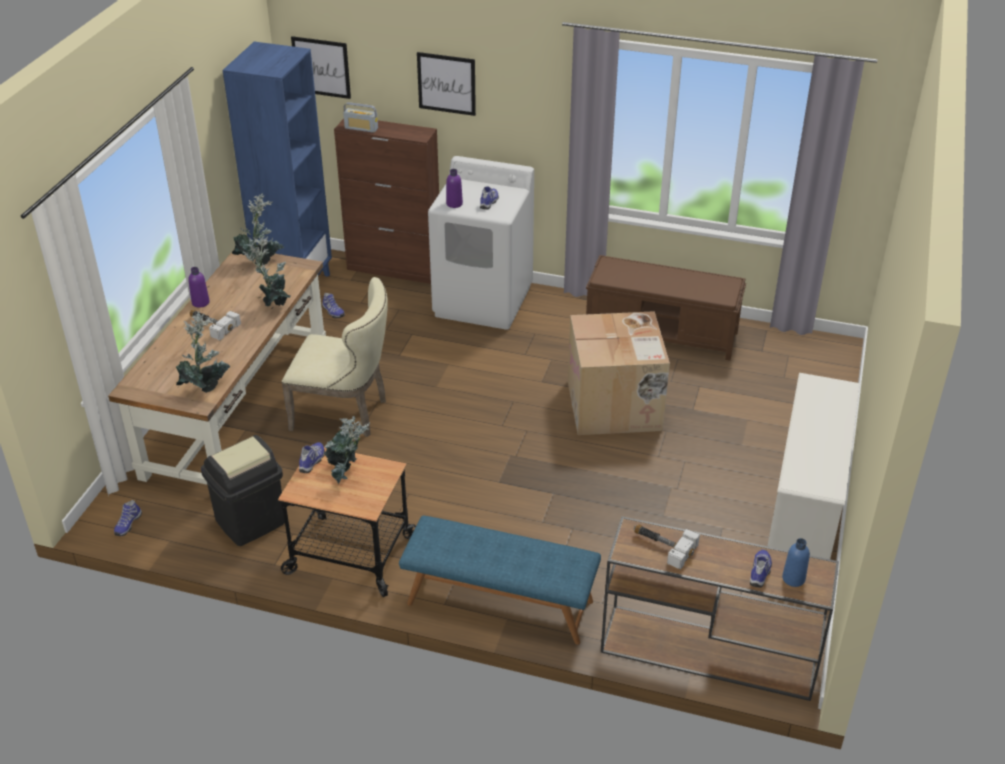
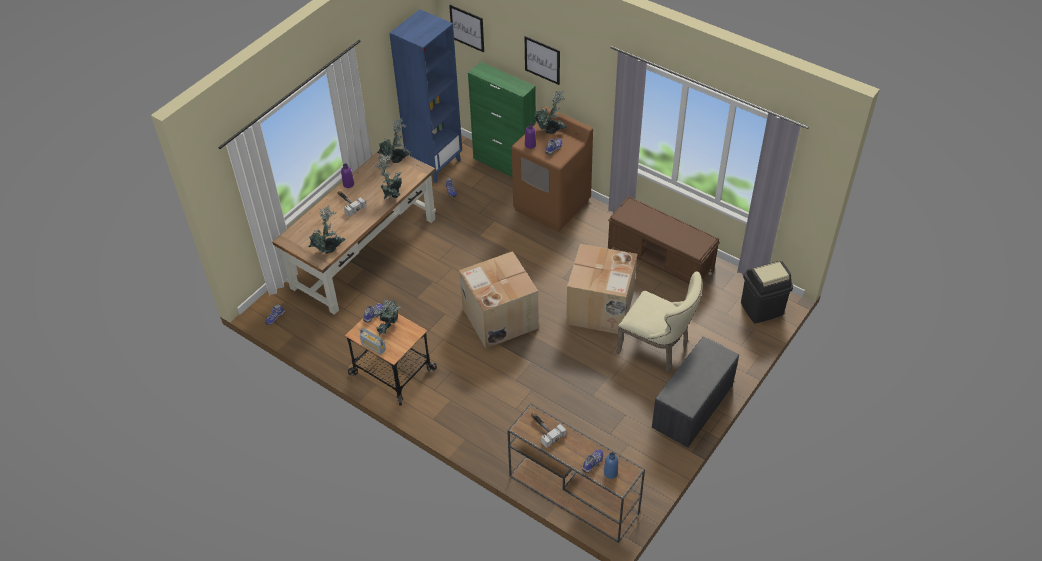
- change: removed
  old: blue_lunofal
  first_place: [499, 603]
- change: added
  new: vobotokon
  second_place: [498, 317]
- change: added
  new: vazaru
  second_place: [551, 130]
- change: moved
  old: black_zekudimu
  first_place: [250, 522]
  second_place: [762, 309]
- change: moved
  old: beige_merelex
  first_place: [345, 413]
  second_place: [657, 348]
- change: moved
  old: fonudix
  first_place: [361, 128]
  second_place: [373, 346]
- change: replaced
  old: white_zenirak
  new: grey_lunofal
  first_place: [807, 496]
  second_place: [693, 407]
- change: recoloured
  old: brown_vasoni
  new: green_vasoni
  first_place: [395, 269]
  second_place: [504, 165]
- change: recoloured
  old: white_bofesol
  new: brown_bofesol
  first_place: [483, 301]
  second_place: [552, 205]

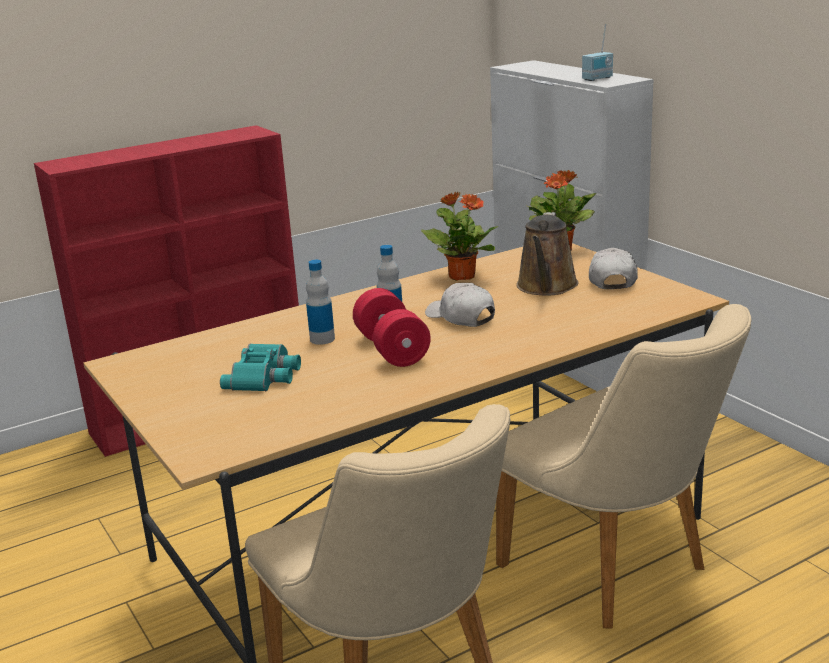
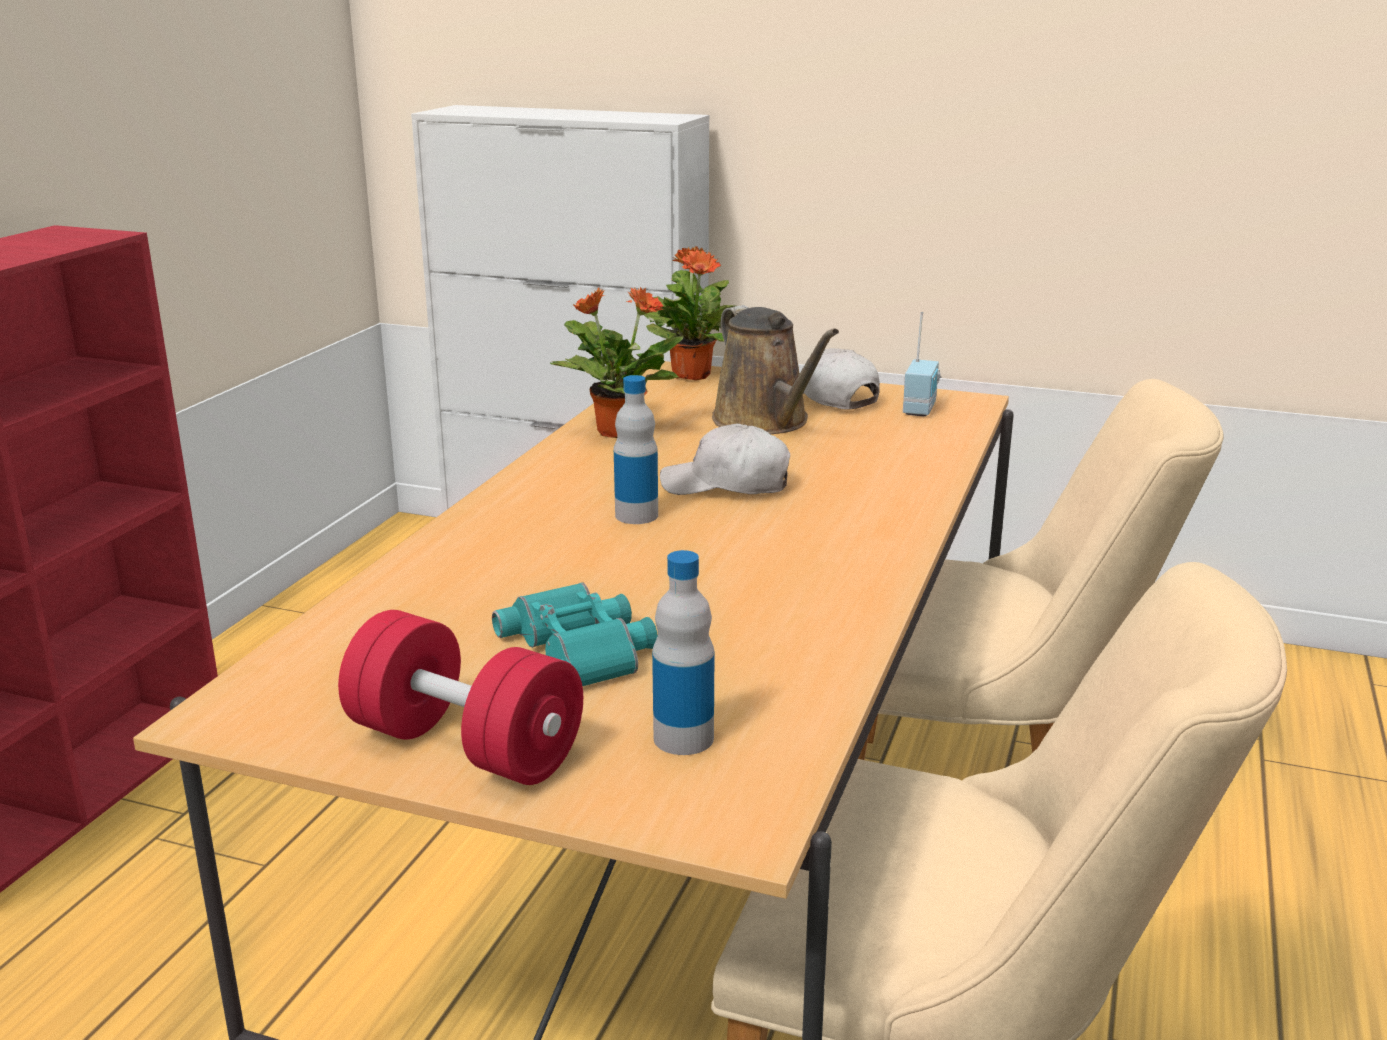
- change: moved
  old: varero
  first_place: [322, 339]
  second_place: [683, 738]
- change: moved
  old: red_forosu
  first_place: [392, 349]
  second_place: [464, 746]
- change: moved
  old: fonudix
  first_place: [598, 79]
  second_place: [921, 409]

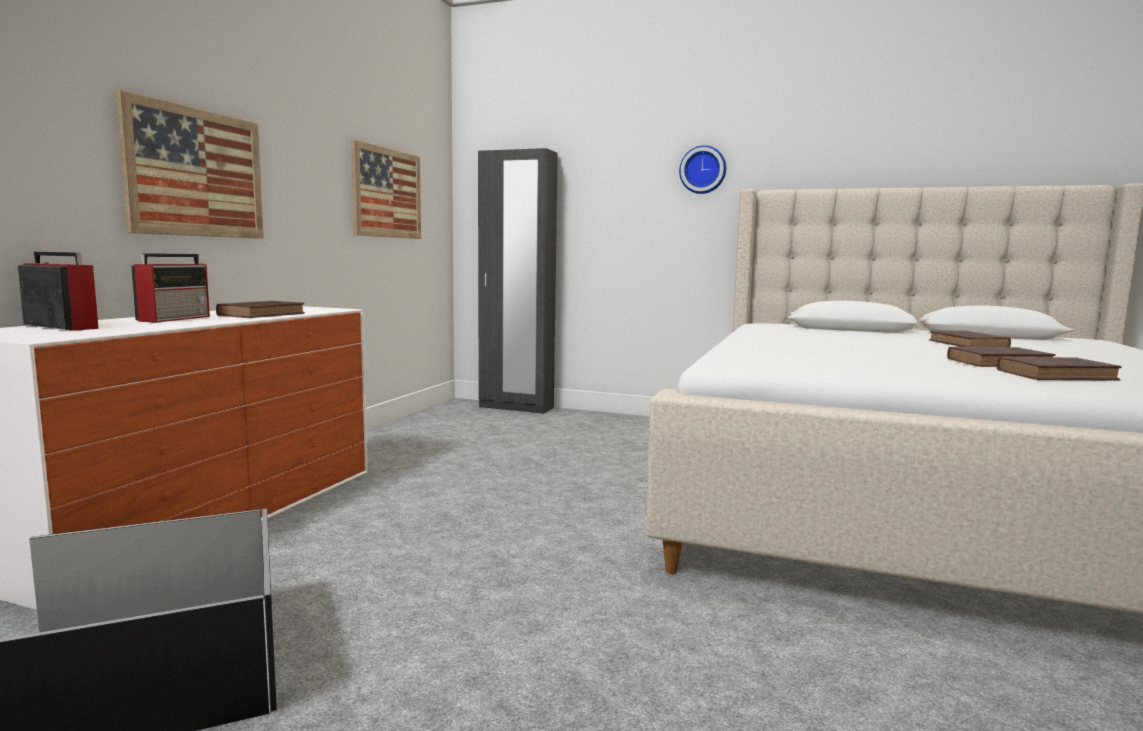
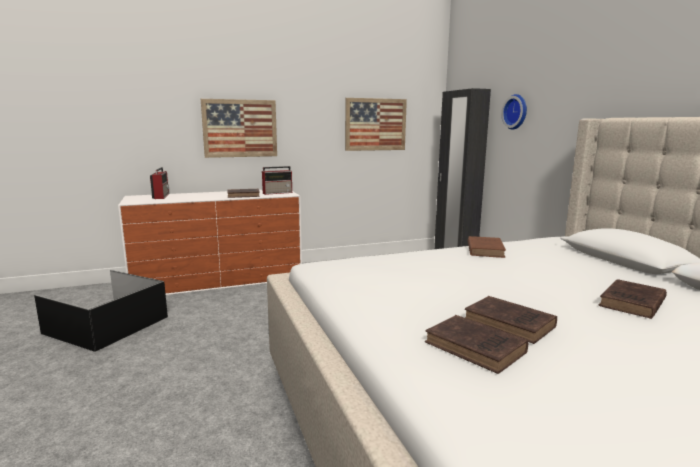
- change: added
  new: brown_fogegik
  second_place: [485, 249]
- change: moved
  old: fonudix
  first_place: [176, 318]
  second_place: [278, 193]
- change: moved
  old: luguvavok
  first_place: [703, 170]
  second_place: [516, 112]

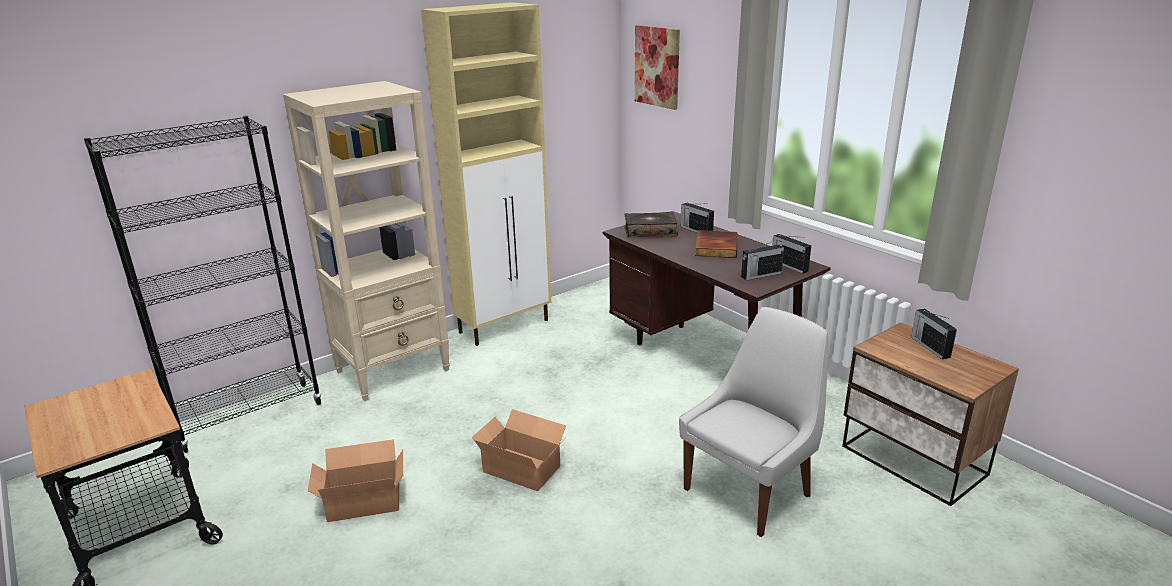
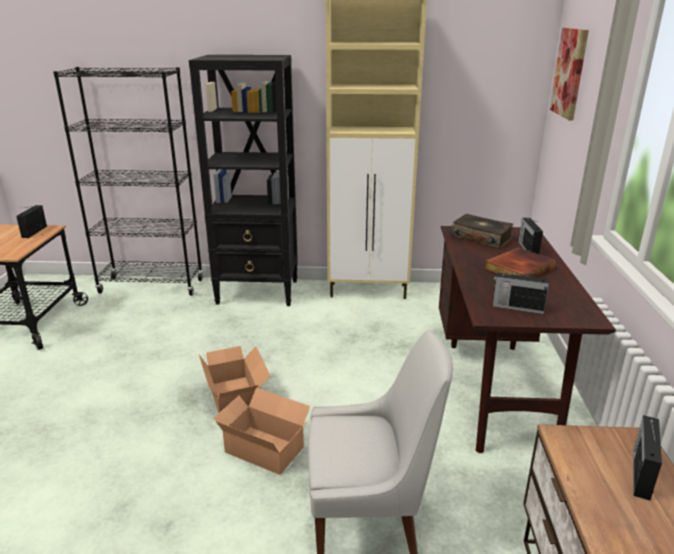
- change: moved
  old: vobotokon
  first_place: [362, 499]
  second_place: [264, 447]
- change: moved
  old: fonudix
  first_place: [788, 265]
  second_place: [35, 231]
- change: recoloured
  old: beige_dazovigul
  new: black_dazovigul
  first_place: [394, 370]
  second_place: [258, 292]

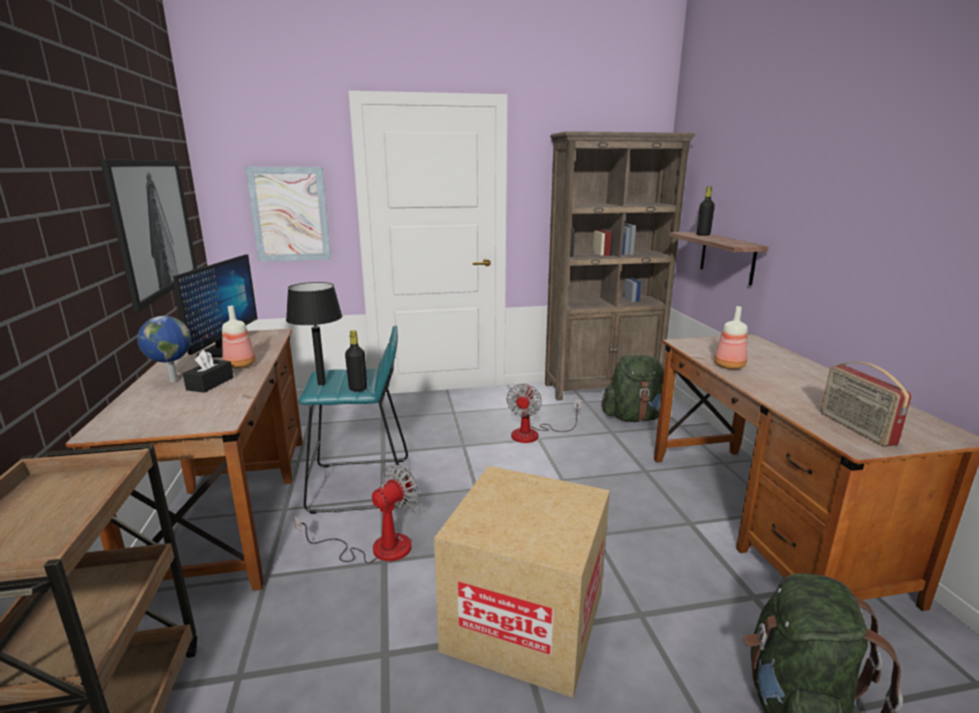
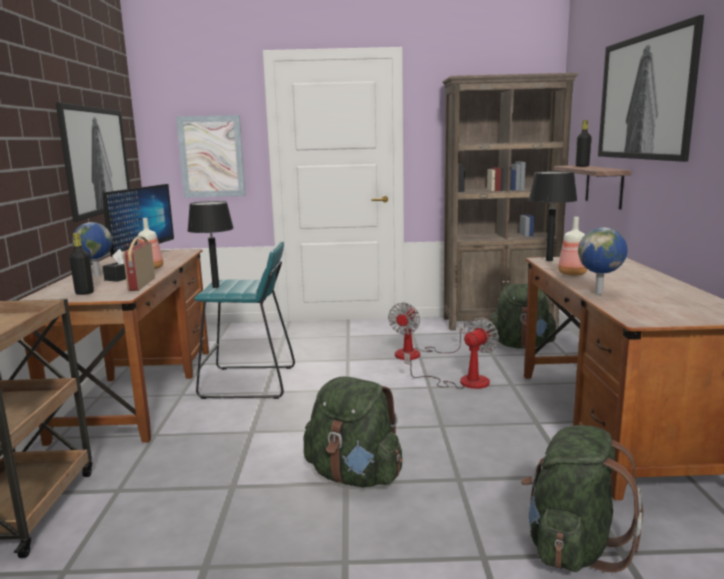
- change: added
  new: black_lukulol
  second_place: [549, 260]
- change: added
  new: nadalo
  second_place: [600, 293]
- change: added
  new: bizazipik
  second_place: [646, 97]
- change: moved
  old: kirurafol
  first_place: [377, 548]
  second_place: [463, 382]
- change: moved
  old: black_varero
  first_place: [358, 389]
  second_place: [84, 293]
- change: moved
  old: fonudix
  first_place: [855, 429]
  second_place: [141, 284]
- change: replaced
  old: vobotokon
  new: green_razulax
  first_place: [524, 621]
  second_place: [354, 476]

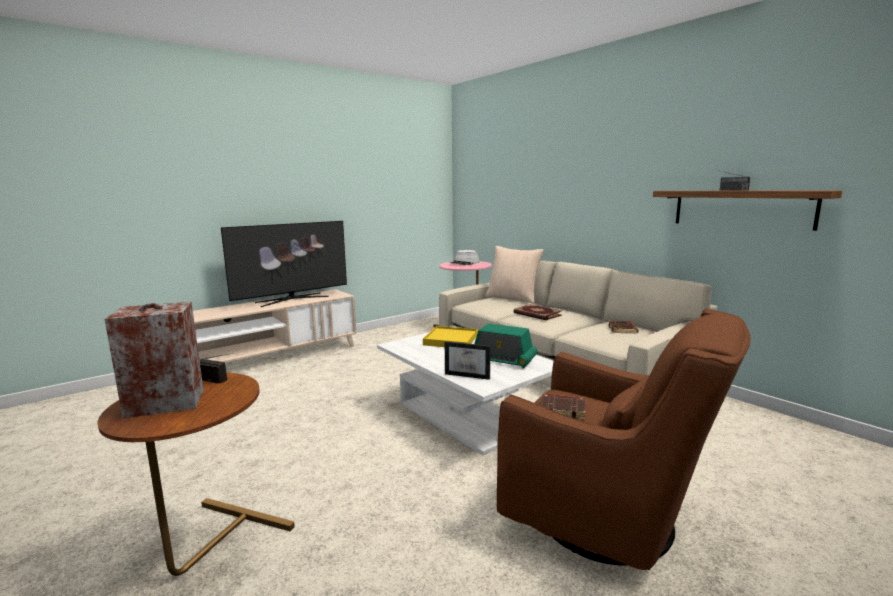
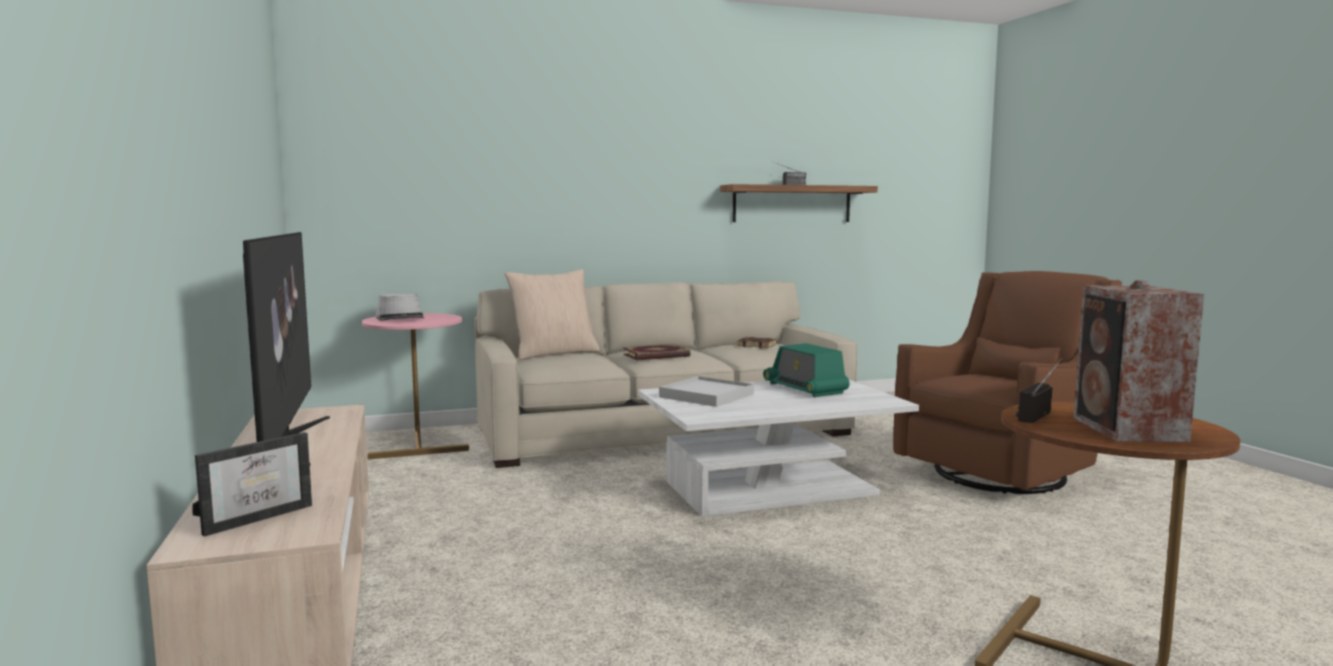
- change: removed
  old: brown_fogegik
  first_place: [563, 410]
- change: moved
  old: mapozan
  first_place: [469, 375]
  second_place: [256, 517]
- change: recoloured
  old: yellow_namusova
  new: white_namusova
  first_place: [451, 340]
  second_place: [707, 395]
- change: turned
  old: fonudix
  first_place: [501, 359]
  second_place: [805, 388]
  degrees: 105

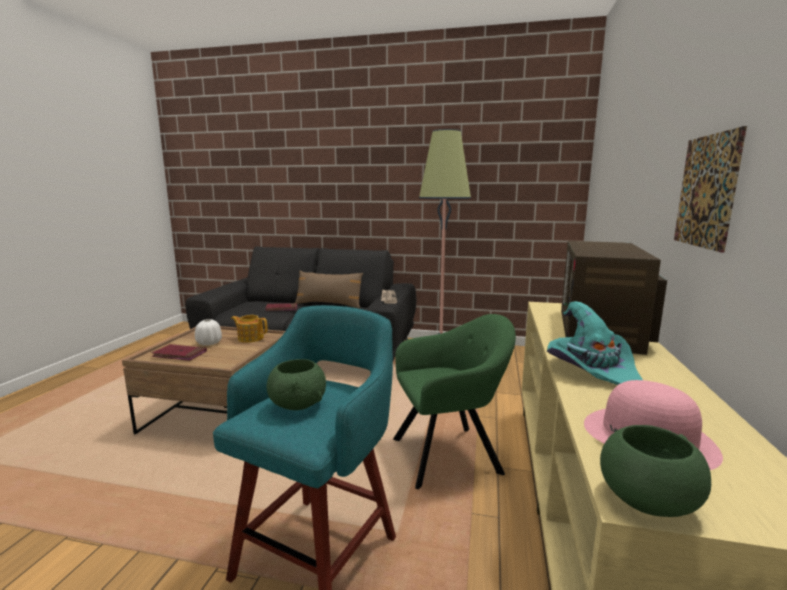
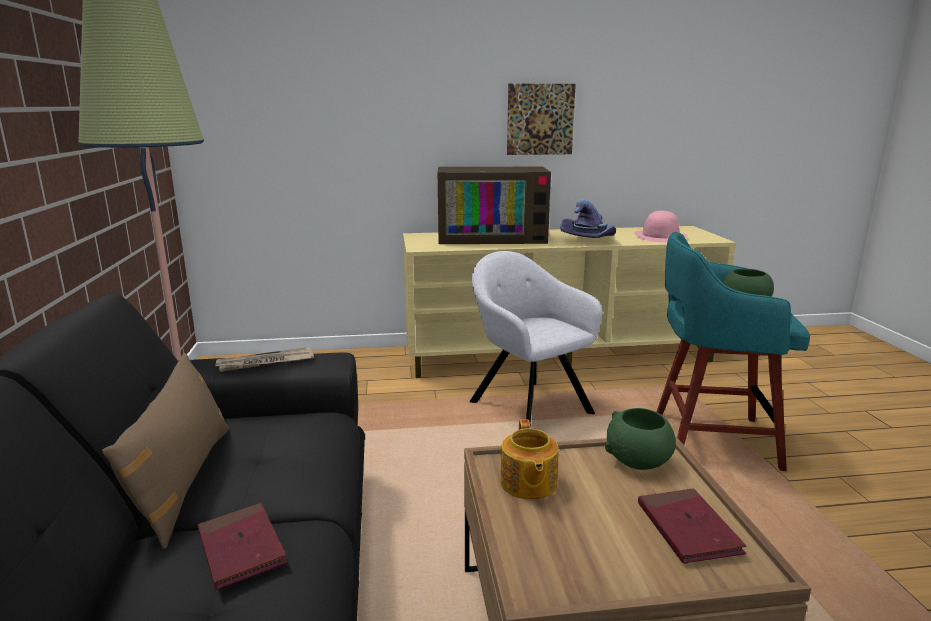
- change: removed
  old: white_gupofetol
  first_place: [209, 343]
- change: moved
  old: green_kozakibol
  first_place: [646, 501]
  second_place: [638, 462]
- change: recoloured
  old: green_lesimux
  new: grey_lesimux
  first_place: [450, 455]
  second_place: [527, 405]
- change: recoloured
  old: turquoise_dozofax
  new: purple_dozofax
  first_place: [592, 370]
  second_place: [588, 240]

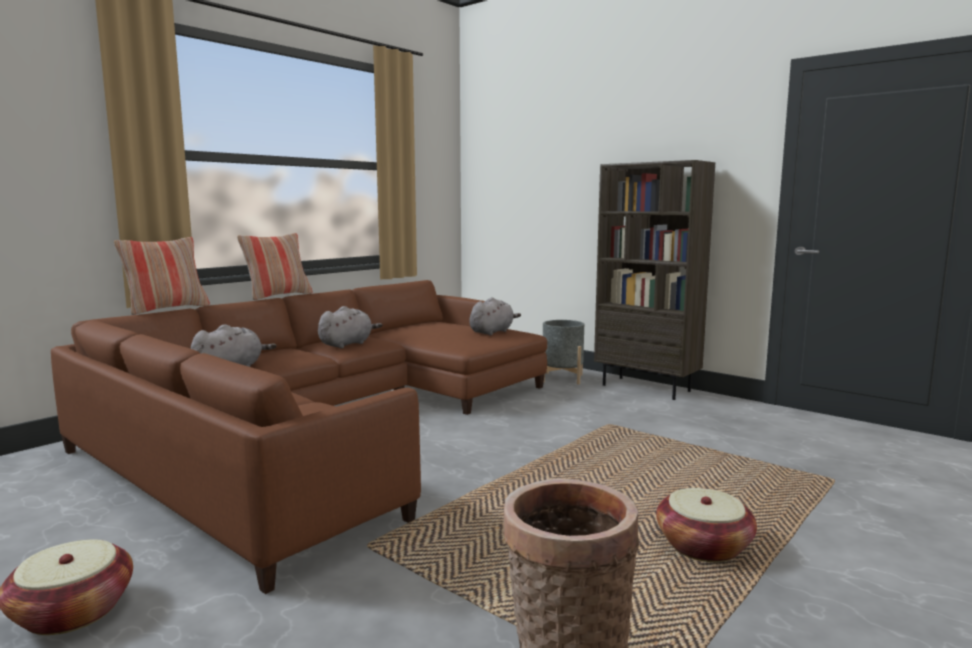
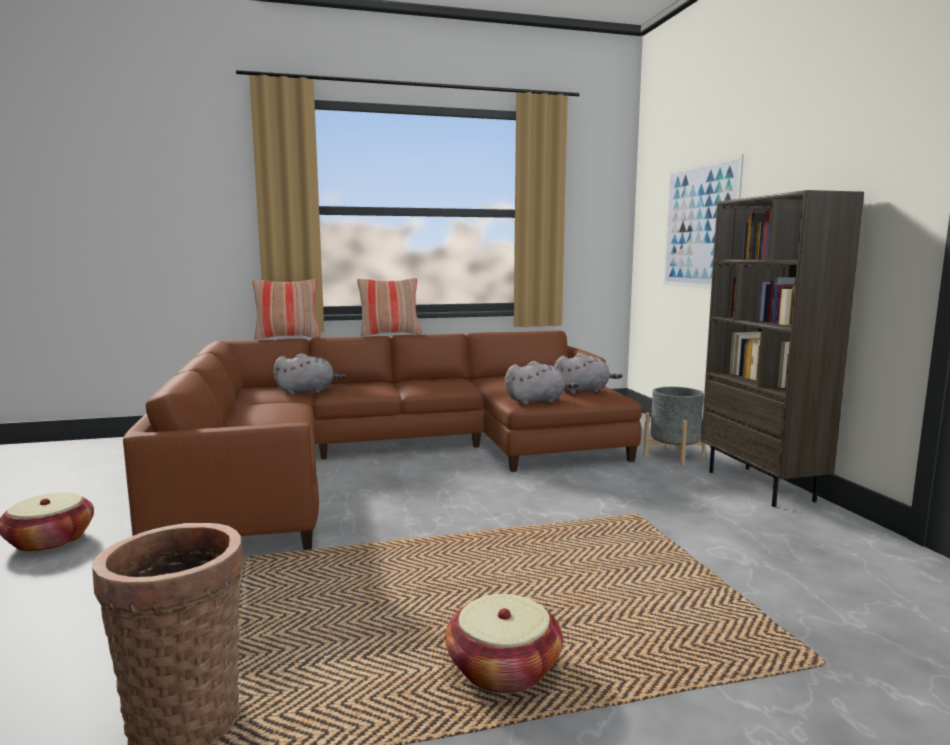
- change: added
  new: bizazipik
  second_place: [700, 226]
- change: moved
  old: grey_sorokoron
  first_place: [347, 344]
  second_place: [537, 401]

